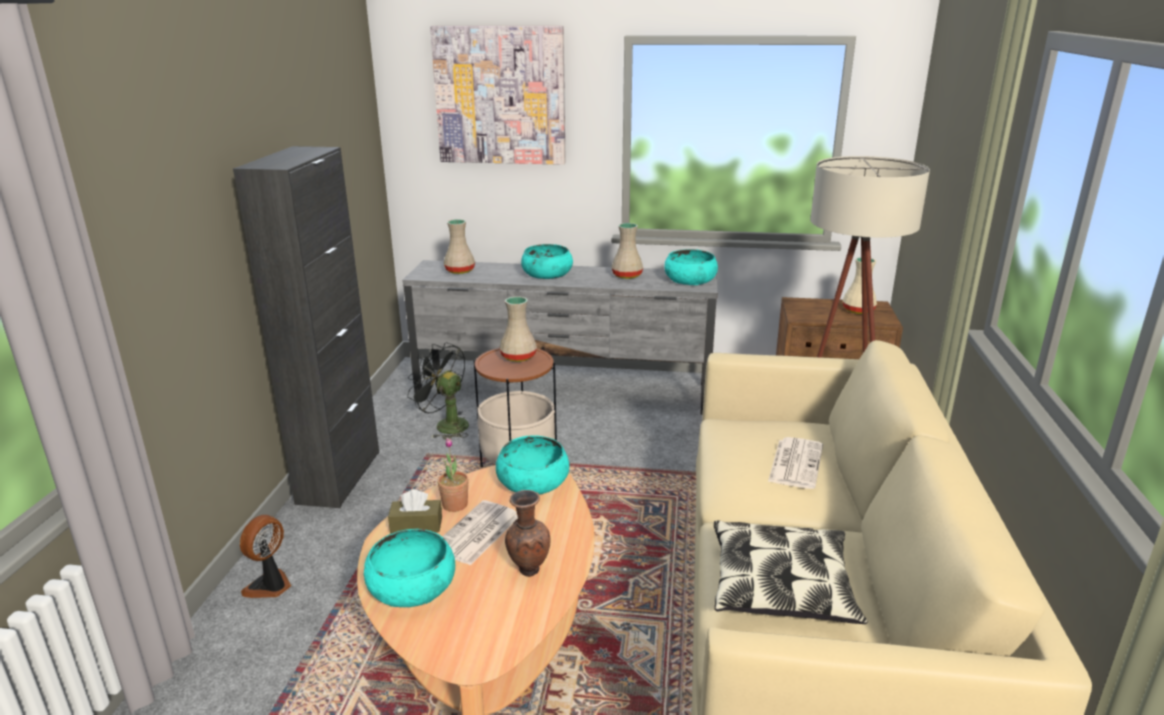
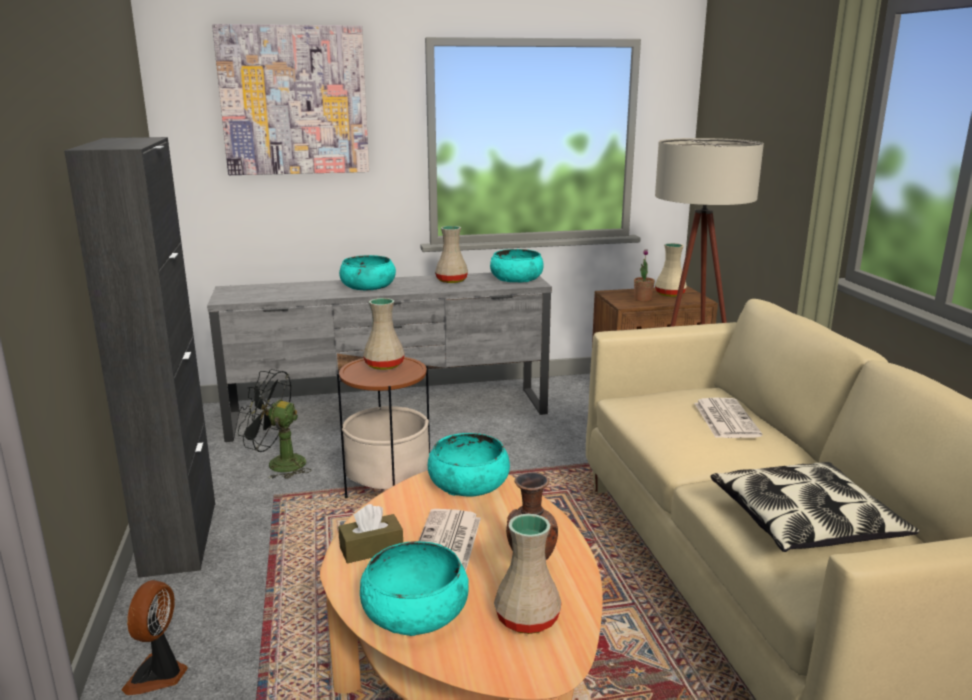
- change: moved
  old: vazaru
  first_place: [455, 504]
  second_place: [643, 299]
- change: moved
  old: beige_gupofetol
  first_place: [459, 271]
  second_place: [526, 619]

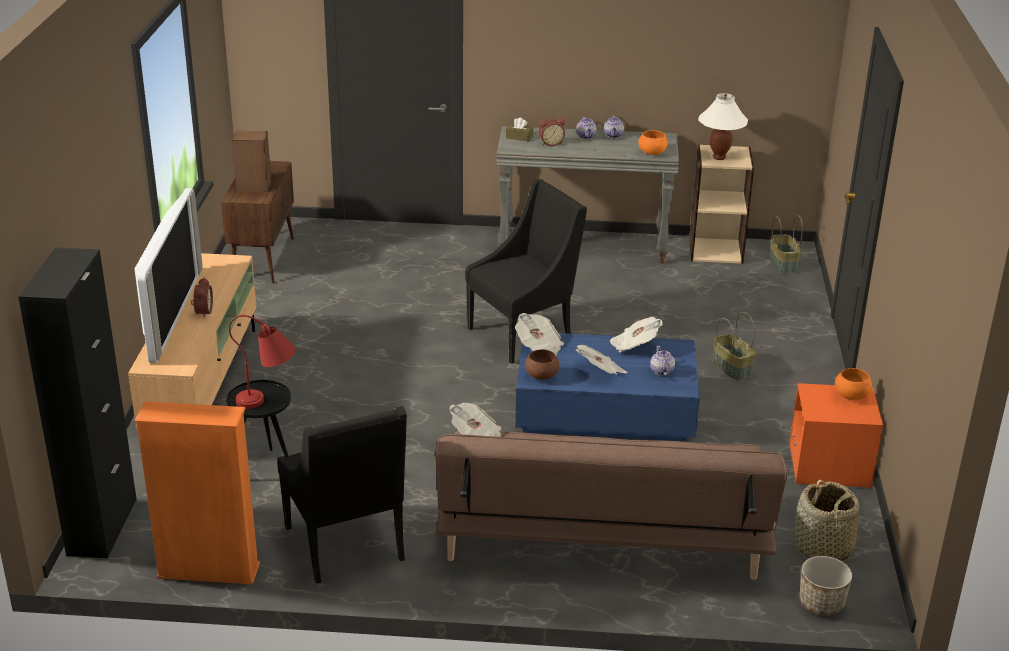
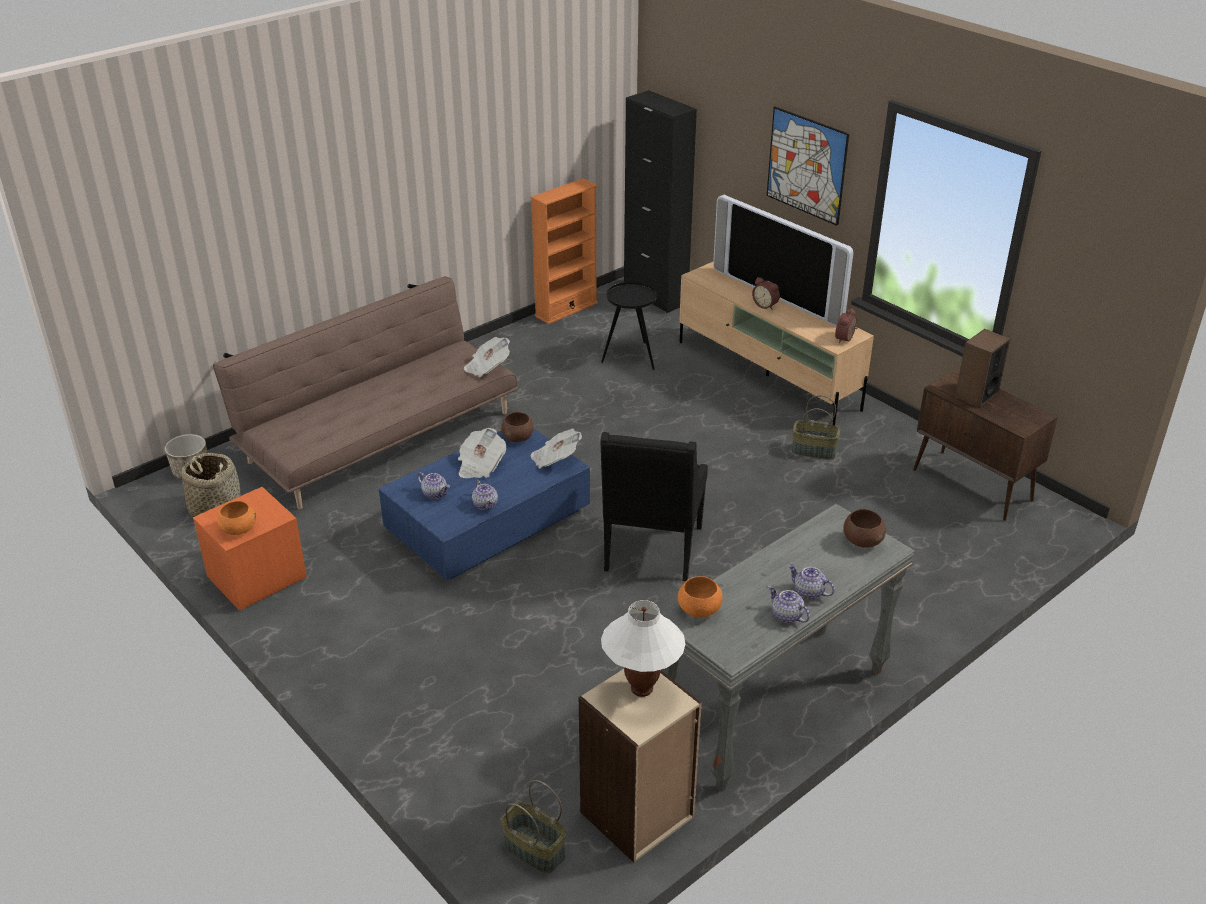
- change: removed
  old: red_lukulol
  first_place: [269, 401]
- change: removed
  old: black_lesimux
  first_place: [347, 546]
- change: added
  new: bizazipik
  second_place: [806, 165]
- change: moved
  old: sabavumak
  first_place: [550, 143]
  second_place: [846, 339]
- change: moved
  old: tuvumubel
  first_place: [732, 368]
  second_place: [813, 451]
- change: replaced
  old: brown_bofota
  new: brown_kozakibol
  first_place: [519, 137]
  second_place: [862, 541]
- change: replaced
  old: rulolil
  new: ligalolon
  first_place: [634, 345]
  second_place: [485, 505]

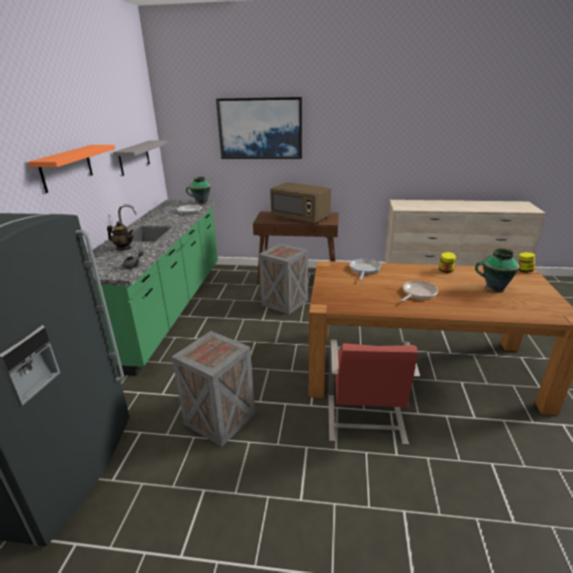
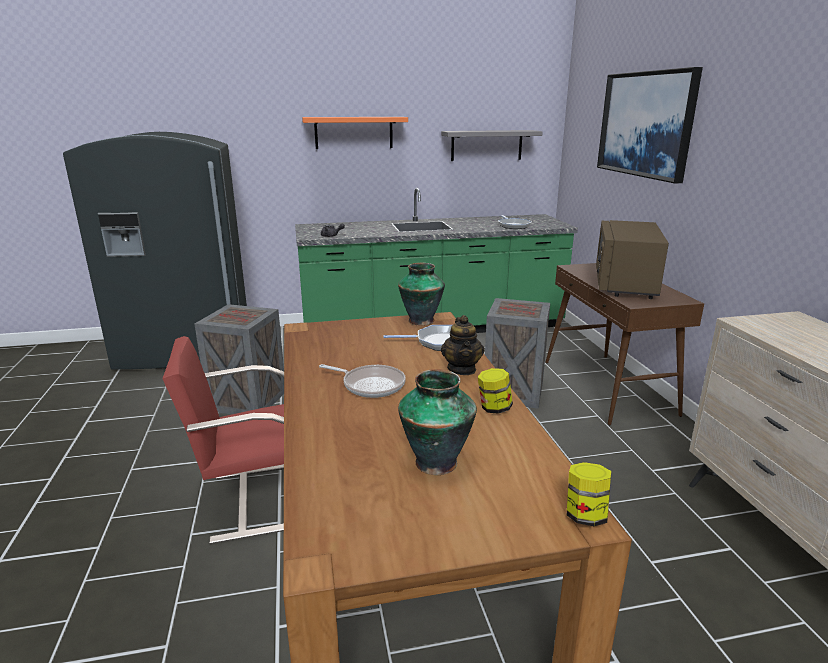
- change: moved
  old: ligalolon
  first_place: [124, 248]
  second_place: [462, 369]
- change: moved
  old: gupofetol
  first_place: [201, 203]
  second_place: [420, 320]

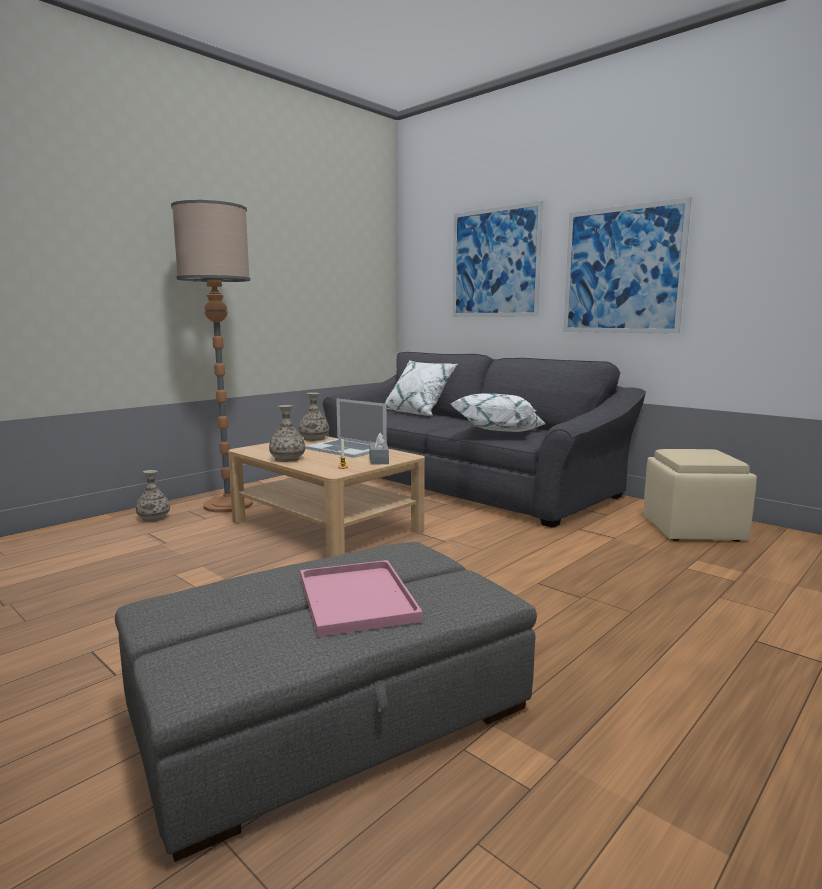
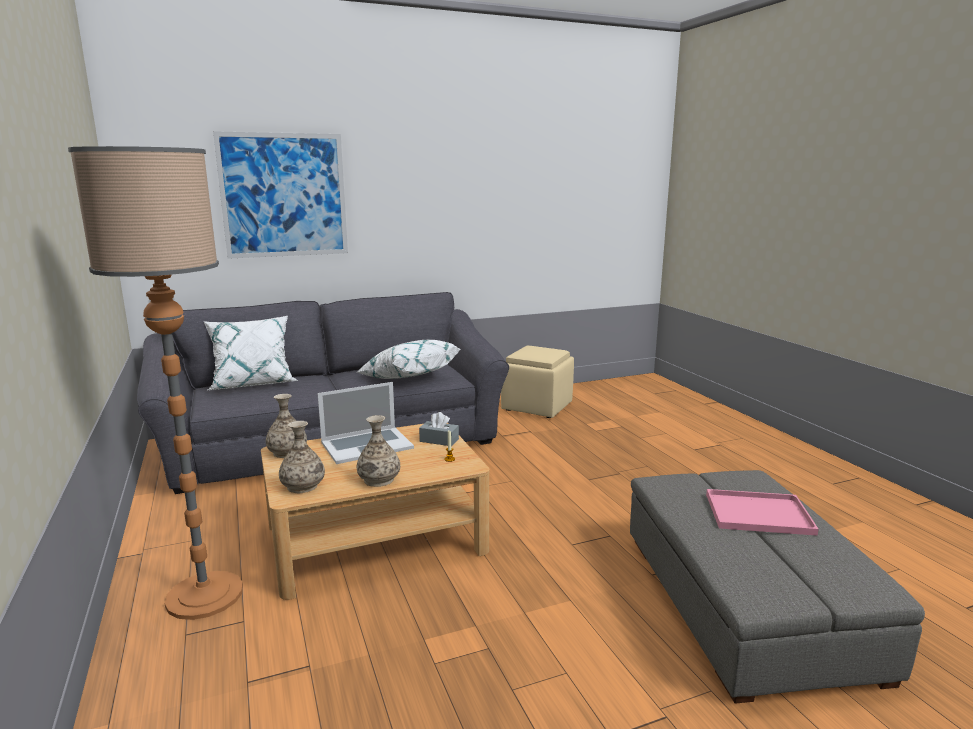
- change: removed
  old: bizazipik
  first_place: [622, 270]
- change: moved
  old: gupofetol
  first_place: [154, 518]
  second_place: [303, 486]

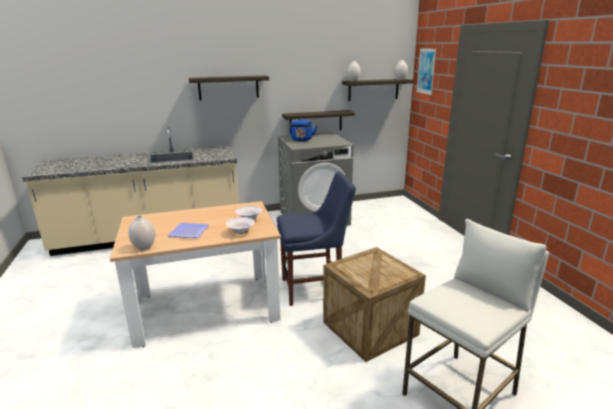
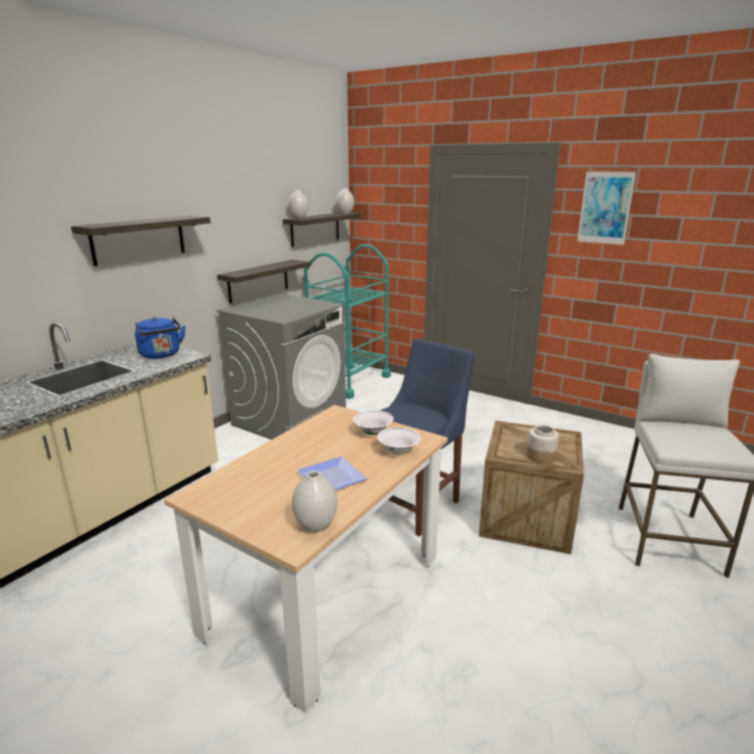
- change: added
  new: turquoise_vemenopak
  second_place: [349, 381]
- change: added
  new: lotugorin
  second_place: [540, 456]
- change: moved
  old: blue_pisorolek
  first_place: [301, 140]
  second_place: [161, 355]
- change: moved
  old: bizazipik
  first_place: [426, 71]
  second_place: [605, 208]

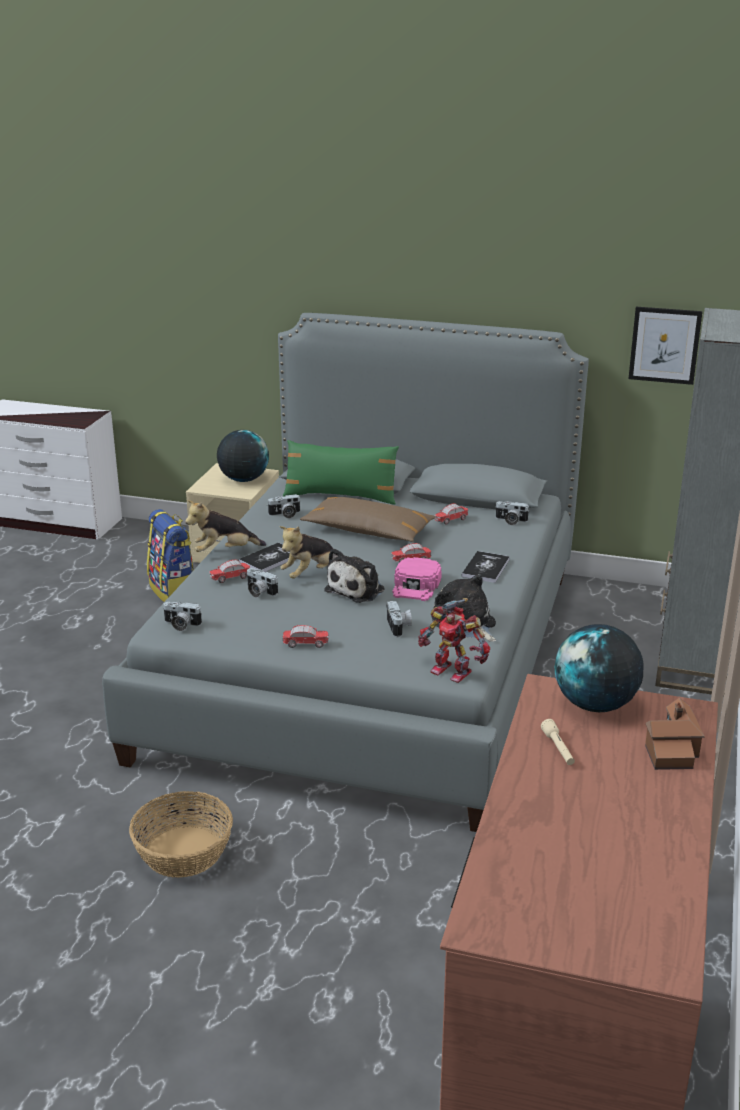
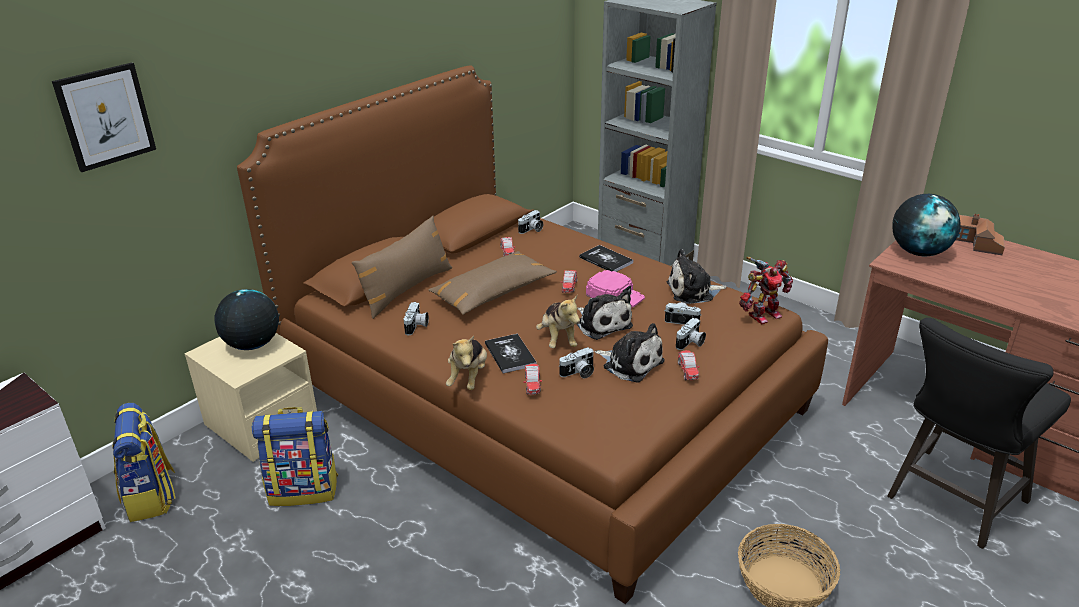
- change: removed
  old: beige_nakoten
  first_place: [558, 749]
- change: added
  new: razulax
  second_place: [152, 496]
- change: added
  new: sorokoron
  second_place: [630, 363]
- change: added
  new: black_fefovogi
  second_place: [950, 502]
- change: moved
  old: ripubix
  first_place: [181, 625]
  second_place: [691, 343]
- change: moved
  old: bizazipik
  first_place: [664, 345]
  second_place: [105, 116]
- change: recoloured
  old: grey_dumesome
  new: brown_dumesome
  first_place: [369, 660]
  second_place: [539, 397]
- change: recoloured
  old: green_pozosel
  new: brown_pozosel
  first_place: [340, 496]
  second_place: [406, 289]
- change: turned
  old: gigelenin
  first_place: [305, 644]
  second_place: [688, 371]
  degrees: 150

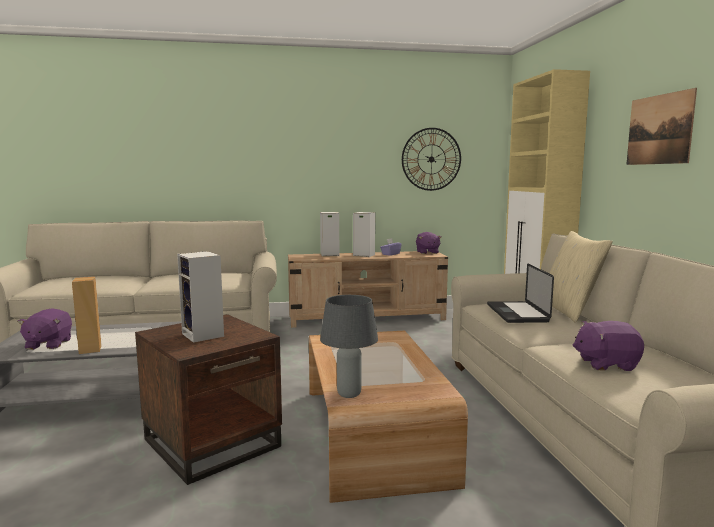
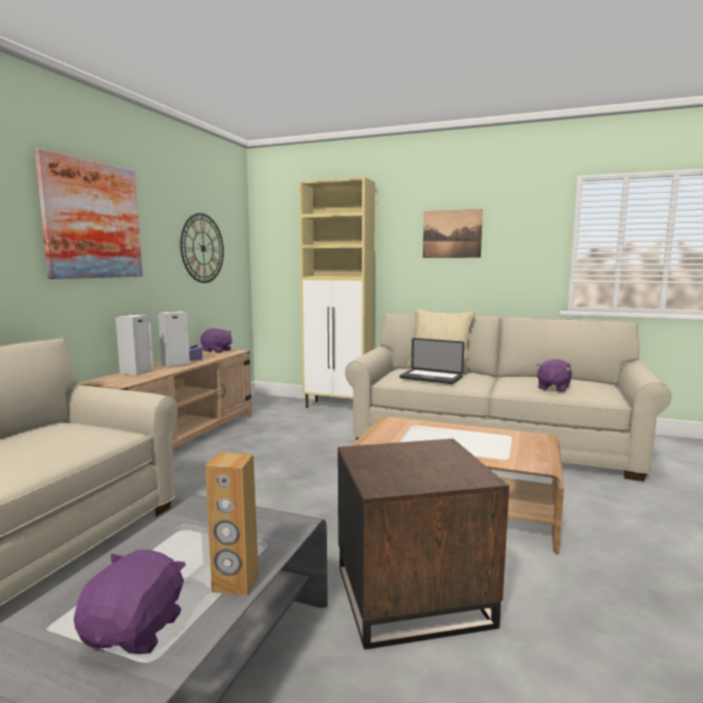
- change: removed
  old: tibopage
  first_place: [204, 335]
- change: removed
  old: grey_lukulol
  first_place: [349, 394]
- change: added
  new: bizazipik
  second_place: [93, 220]
- change: turned
  old: purple_sorokoron
  first_place: [48, 344]
  second_place: [136, 631]
  degrees: -105

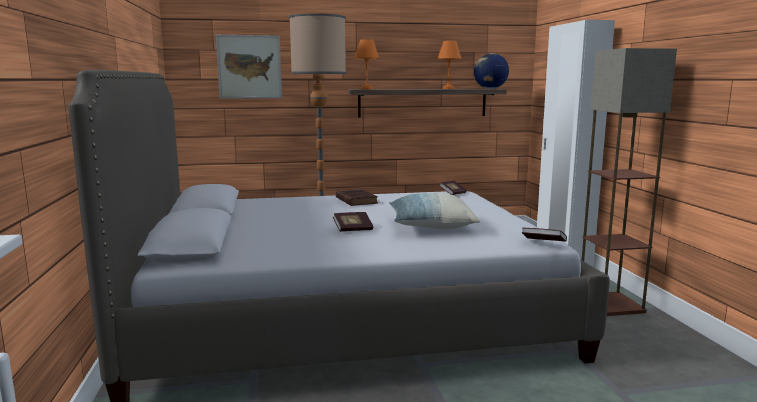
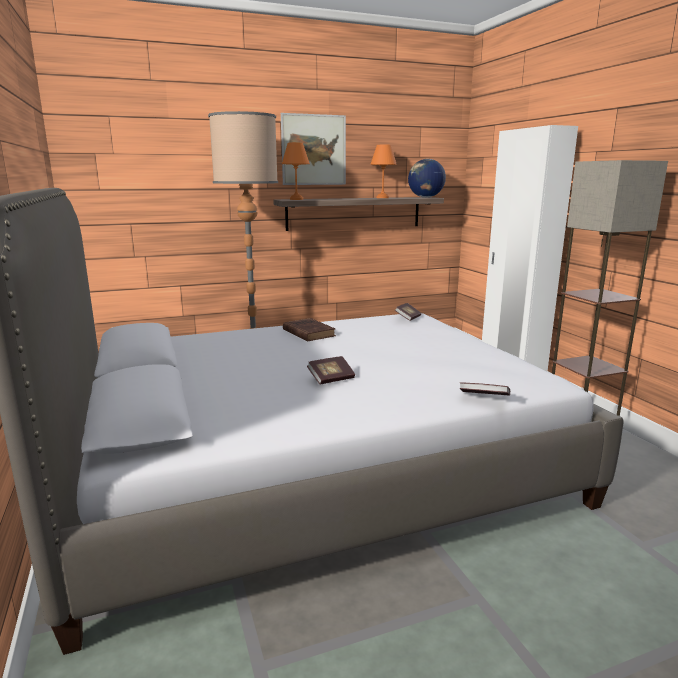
- change: removed
  old: pozosel
  first_place: [430, 226]
- change: moved
  old: bizazipik
  first_place: [249, 67]
  second_place: [314, 150]
- change: moved
  old: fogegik
  first_place: [543, 243]
  second_place: [484, 399]

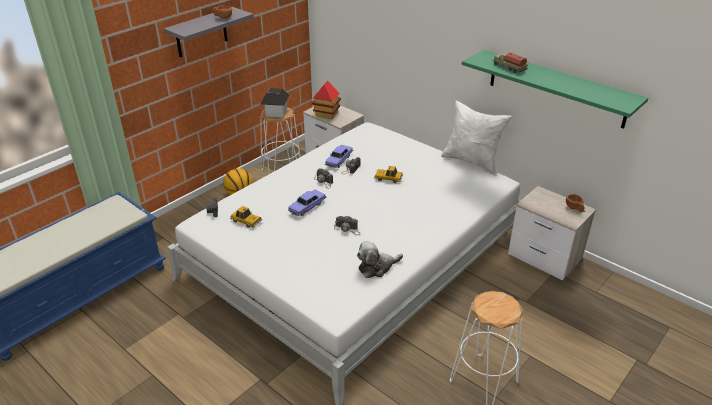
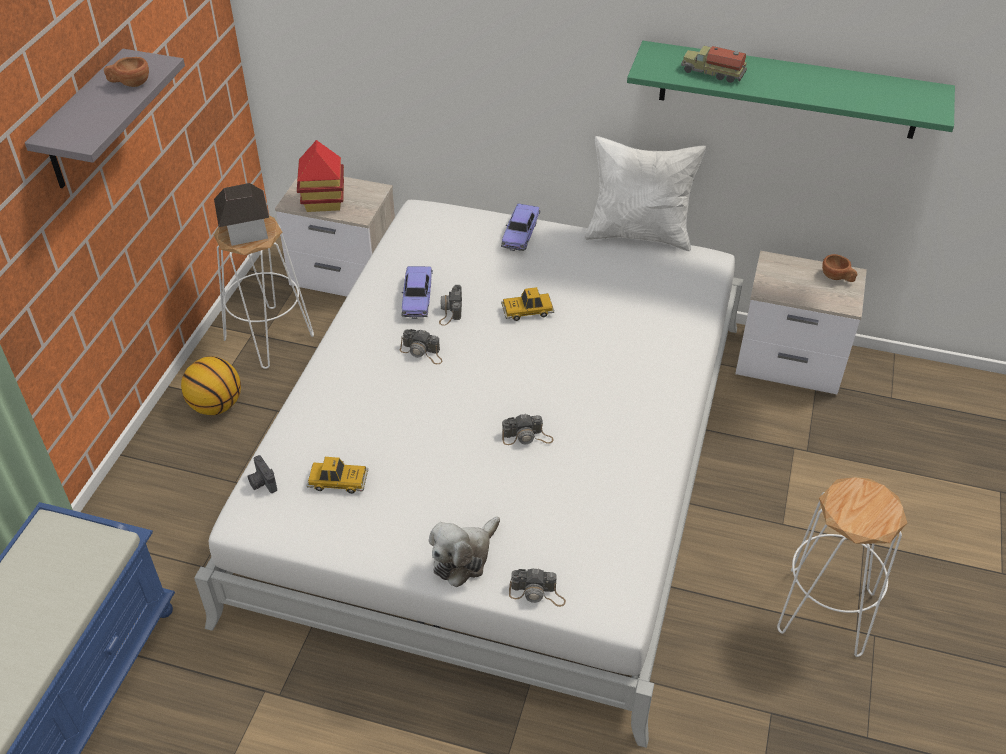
- change: added
  new: ripubix
  second_place: [537, 593]
- change: moved
  old: gigelenin
  first_place: [307, 207]
  second_place: [520, 233]
- change: moved
  old: sorokoron
  first_place: [377, 267]
  second_place: [464, 557]

